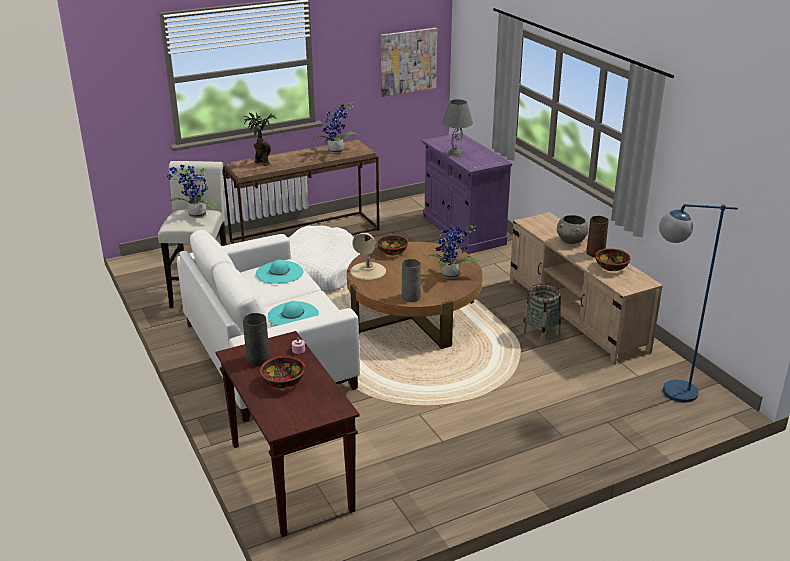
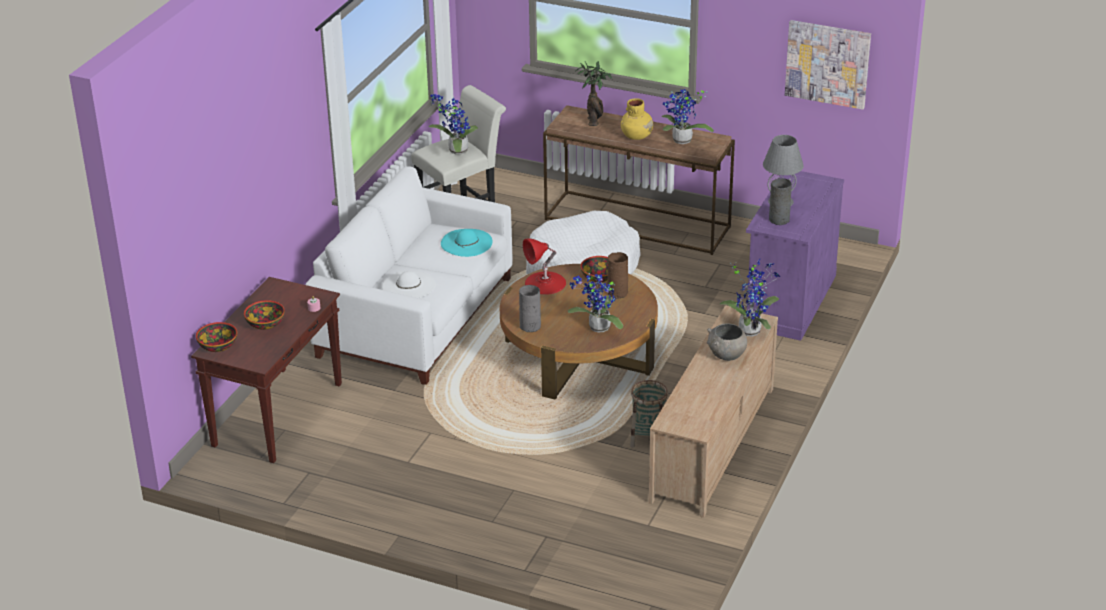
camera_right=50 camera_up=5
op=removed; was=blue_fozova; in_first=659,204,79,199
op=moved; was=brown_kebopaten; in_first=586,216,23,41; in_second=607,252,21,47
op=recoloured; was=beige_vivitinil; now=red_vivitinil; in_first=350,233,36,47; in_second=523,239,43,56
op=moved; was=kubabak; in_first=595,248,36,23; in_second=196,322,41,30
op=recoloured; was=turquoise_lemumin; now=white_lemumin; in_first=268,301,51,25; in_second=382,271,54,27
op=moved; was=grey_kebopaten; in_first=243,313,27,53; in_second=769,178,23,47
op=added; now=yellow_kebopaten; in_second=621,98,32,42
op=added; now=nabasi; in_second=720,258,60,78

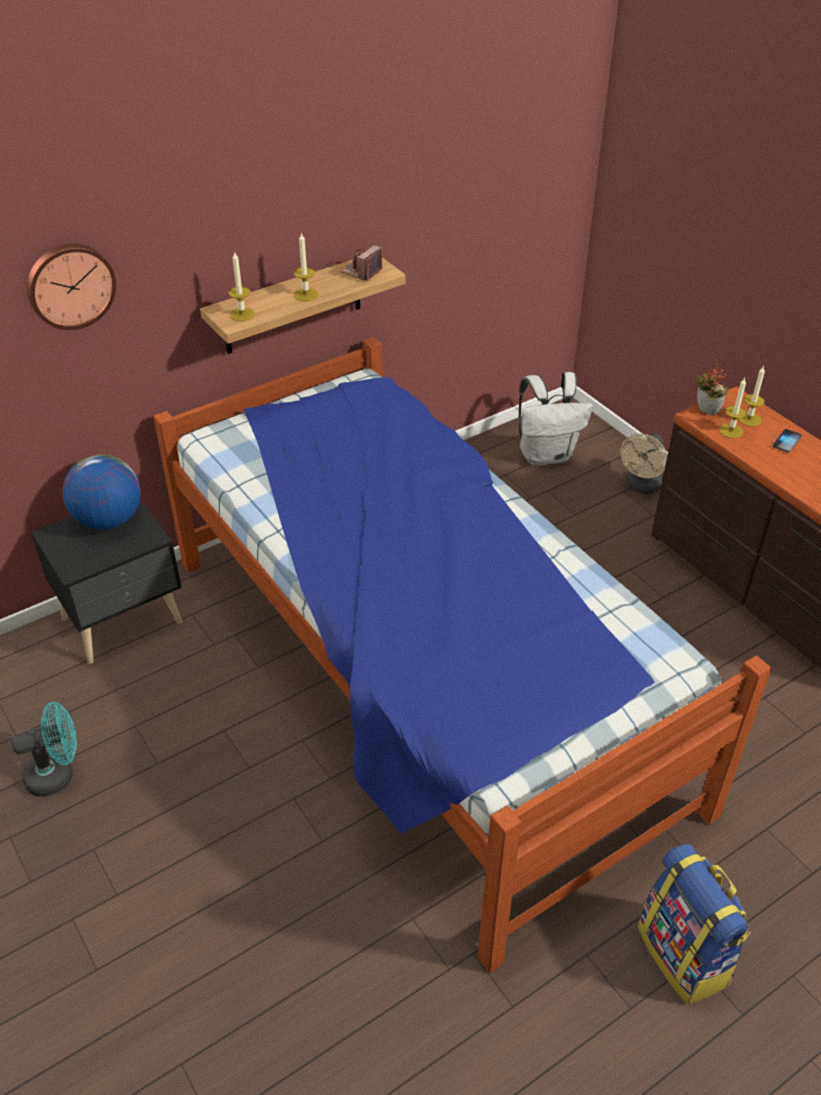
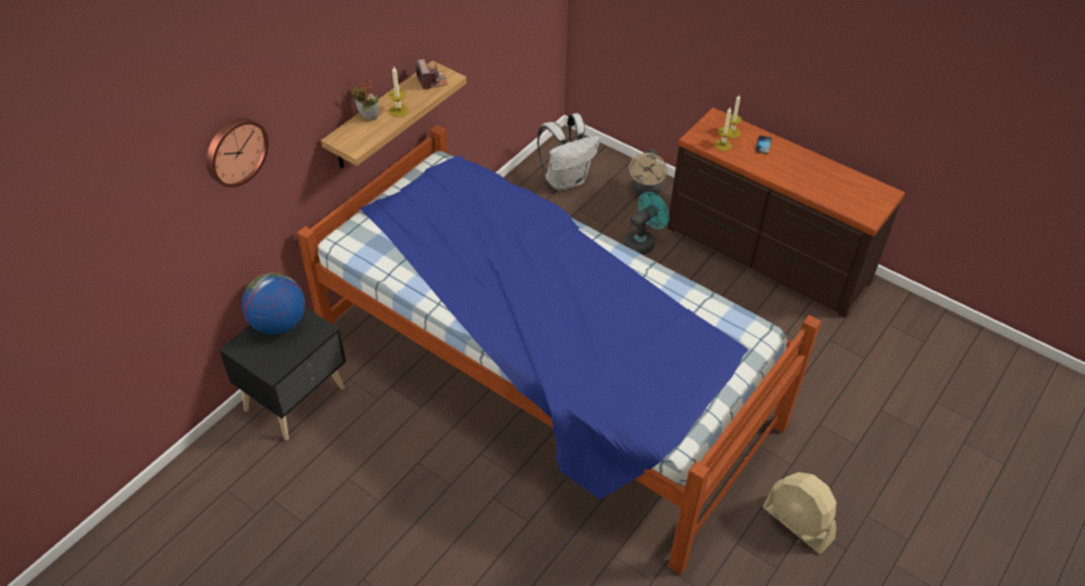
camera_right=-20 camera_up=5
op=turned; was=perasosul; in_first=341,245,41,36; in_second=415,59,33,31; clockwise=150
op=removed; was=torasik; in_first=228,251,27,70
op=moved; was=nabasi; in_first=696,360,32,55; in_second=351,74,28,46
op=moved; was=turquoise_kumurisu; in_first=11,702,66,95; in_second=624,192,45,63
op=replaced; was=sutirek; now=beige_kumurisu; in_first=638,844,112,161; in_second=763,472,74,82

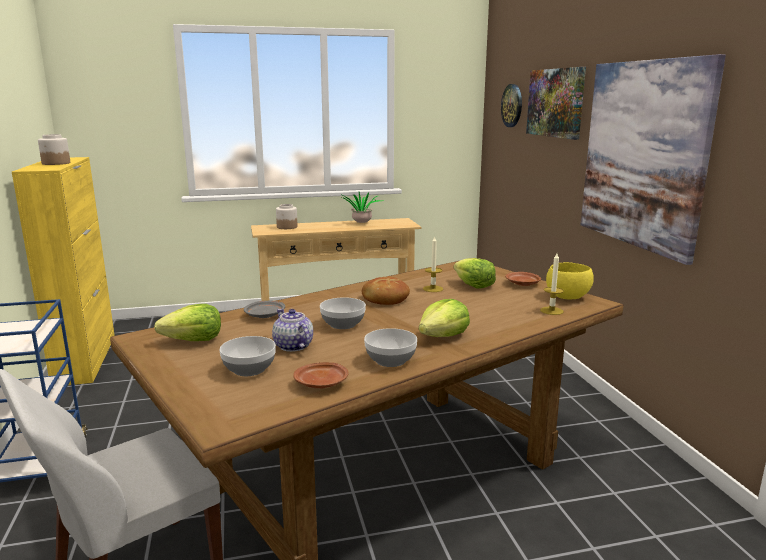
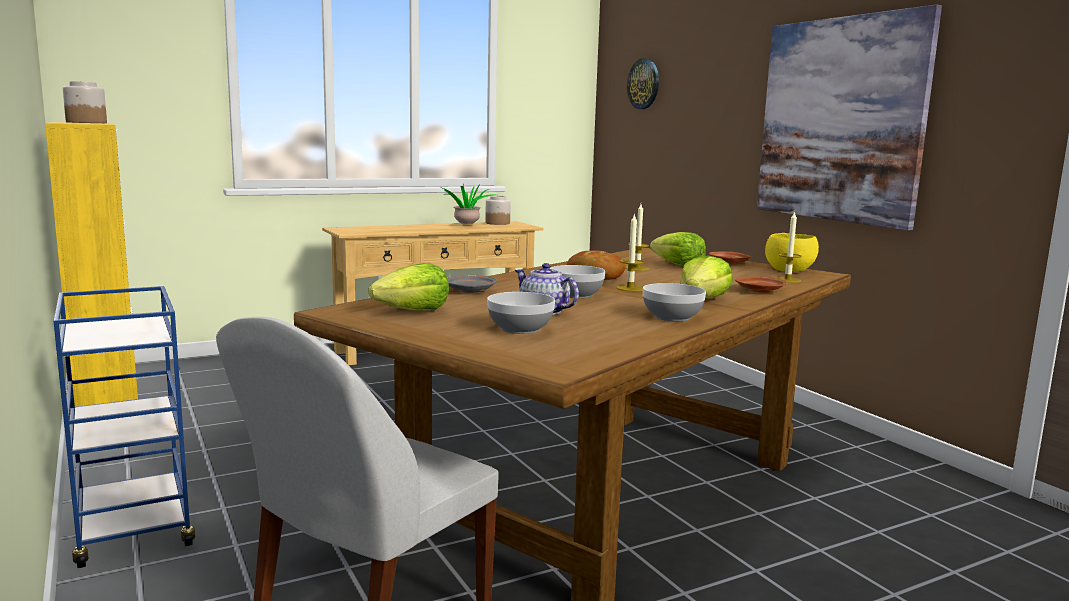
camera_right=-15 camera_up=-5
op=removed; was=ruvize; in_first=526,67,60,73
op=moved; was=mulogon; in_first=276,204,22,25; in_second=485,196,26,29
op=moved; was=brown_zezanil; in_first=293,362,56,26; in_second=735,276,52,17
op=added; now=torasik; in_second=616,213,28,78

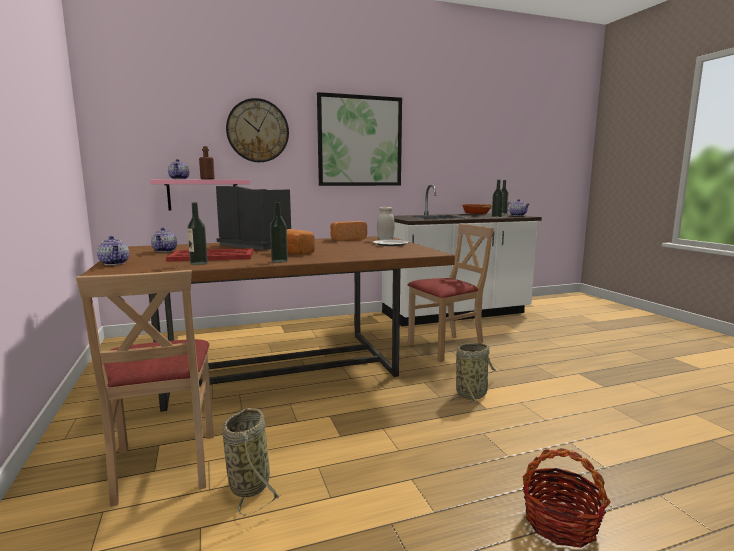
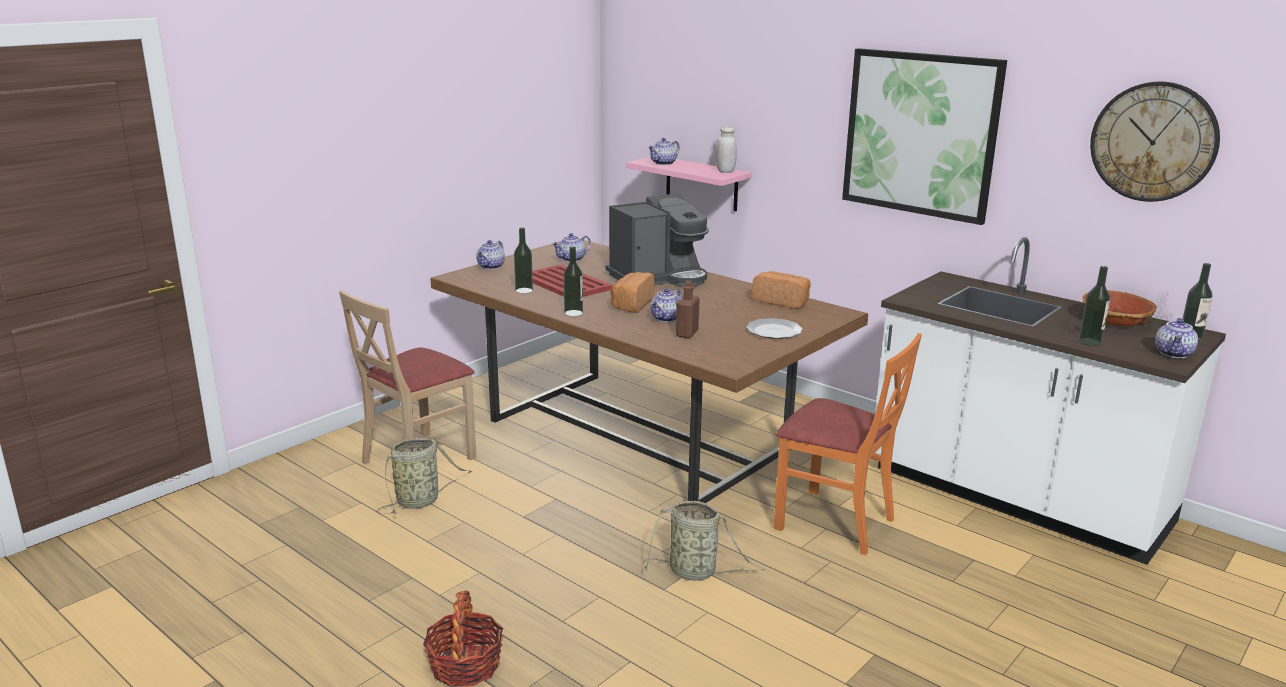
camera_right=60 camera_up=10
op=moved; was=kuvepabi; in_first=226,98,63,64; in_second=1090,81,130,121
op=moved; was=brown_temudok; in_first=199,146,16,33; in_second=676,280,24,58
op=turned; was=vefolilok; in_first=216,186,75,64; in_second=606,193,103,94; clockwise=60
op=moved; was=white_mulogon; in_first=377,207,18,33; in_second=716,126,21,47
op=recoloured; was=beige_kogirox; now=orange_kogirox; in_first=407,224,87,138; in_second=774,333,148,222
op=added; now=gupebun; in_second=651,288,31,34

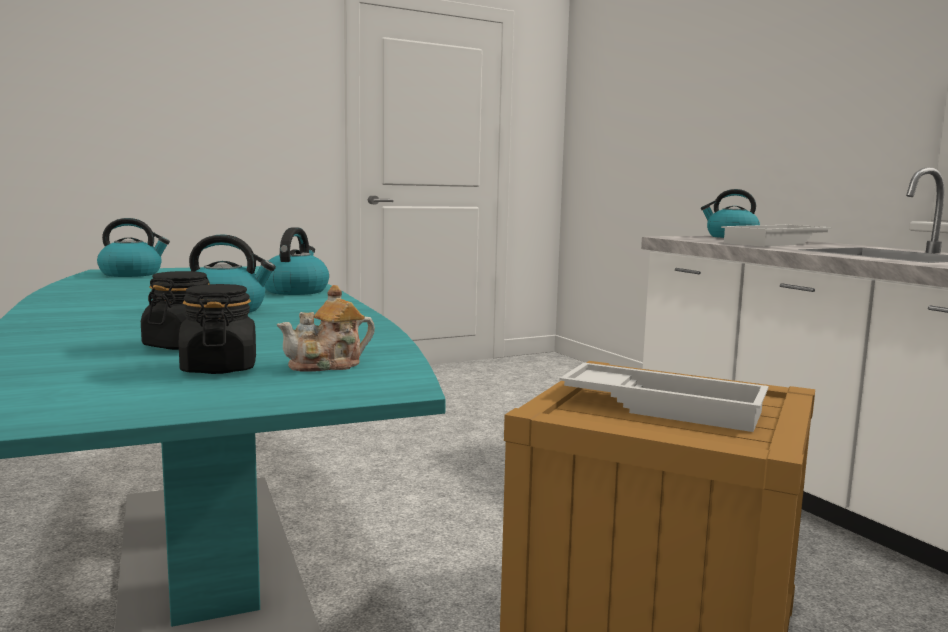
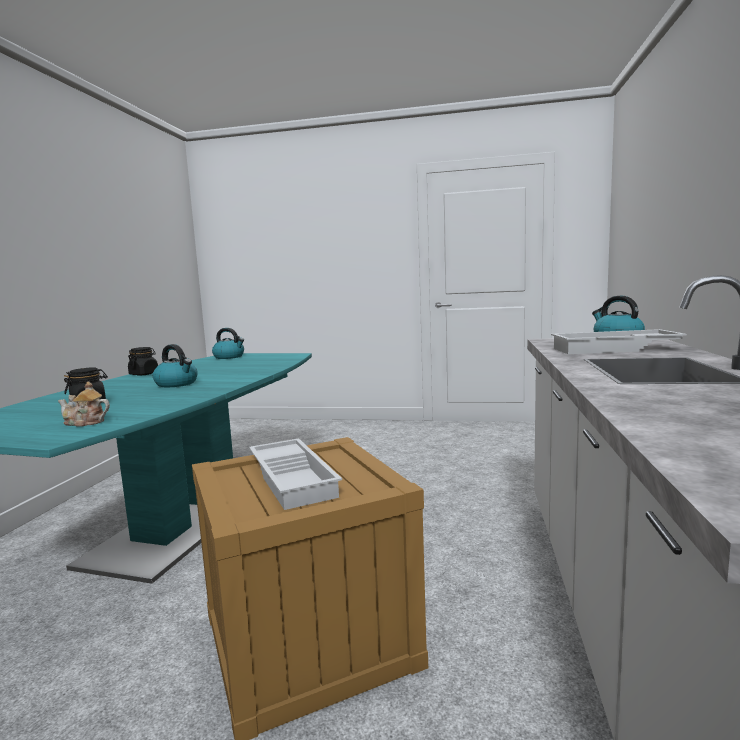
camera_right=40 camera_up=0
op=removed; was=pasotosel; in_first=264,227,65,68
op=moved; was=black_mulogon; in_first=178,284,78,90; in_second=128,347,30,29

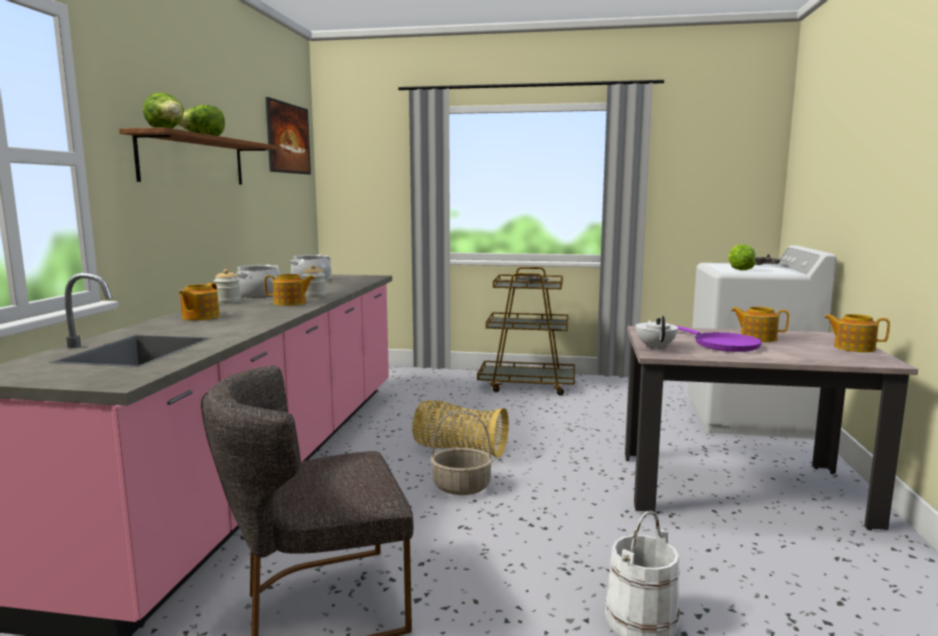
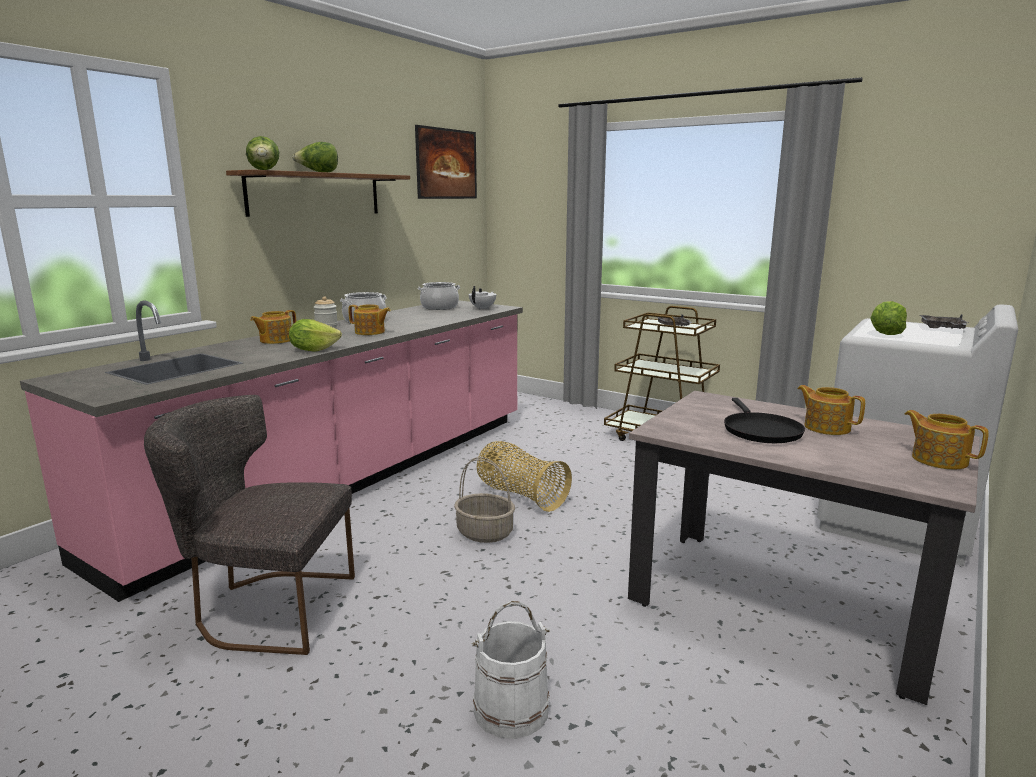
camera_right=25 camera_up=5
op=removed; was=mulogon; in_first=302,265,24,32
op=moved; was=white_gupebun; in_first=635,316,43,34; in_second=469,286,27,24
op=recoloured; was=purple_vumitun; now=black_vumitun; in_first=675,325,87,27; in_second=724,398,81,45
op=added; now=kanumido; in_second=289,319,53,33

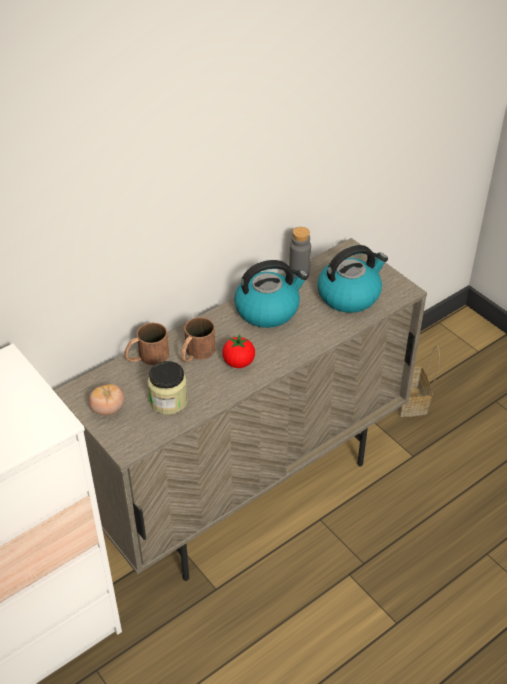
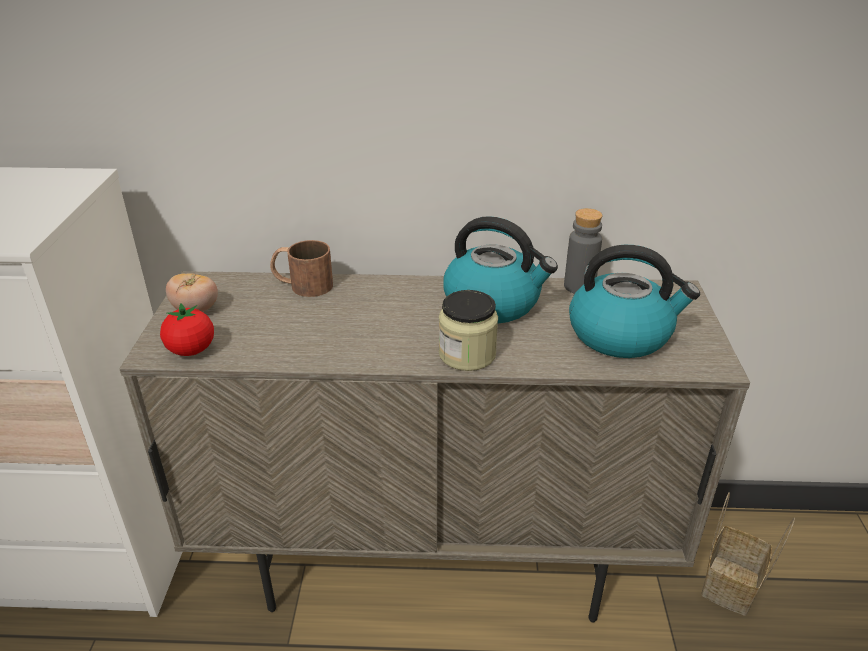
camera_right=40 camera_up=-10
op=removed; was=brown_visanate; in_first=181,317,34,45
op=moved; was=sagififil; in_first=222,334,33,34; in_second=160,303,54,53
op=moved; was=mulogon; in_first=147,361,41,54; in_second=439,290,59,81

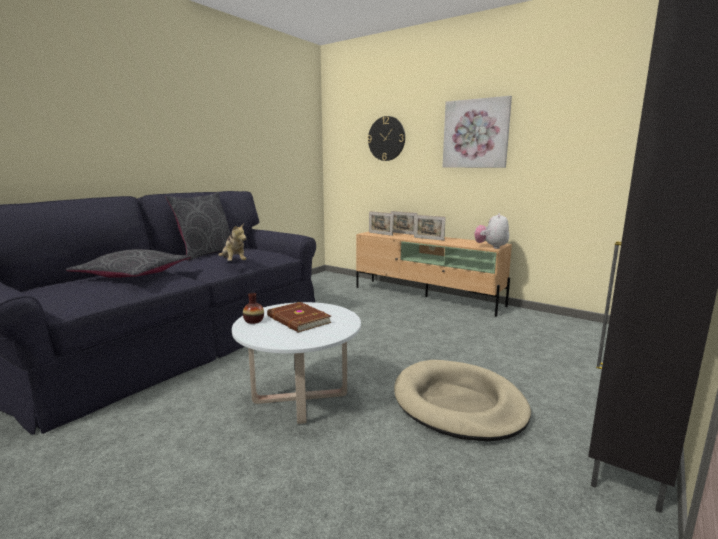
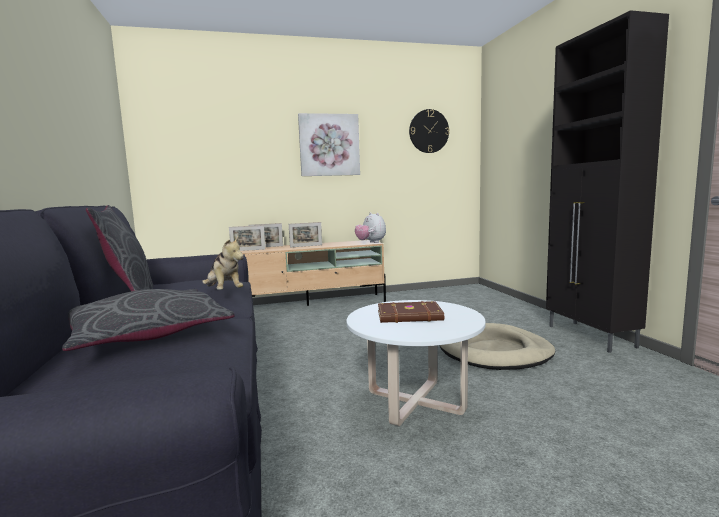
camera_right=-50 camera_up=-5
op=moved; was=kuvepabi; in_first=367,116,38,45; in_second=409,109,41,44
op=turned; was=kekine; in_first=218,223,29,38; in_second=202,237,42,53; clockwise=45
op=removed; was=kebopaten; in_first=243,293,21,31

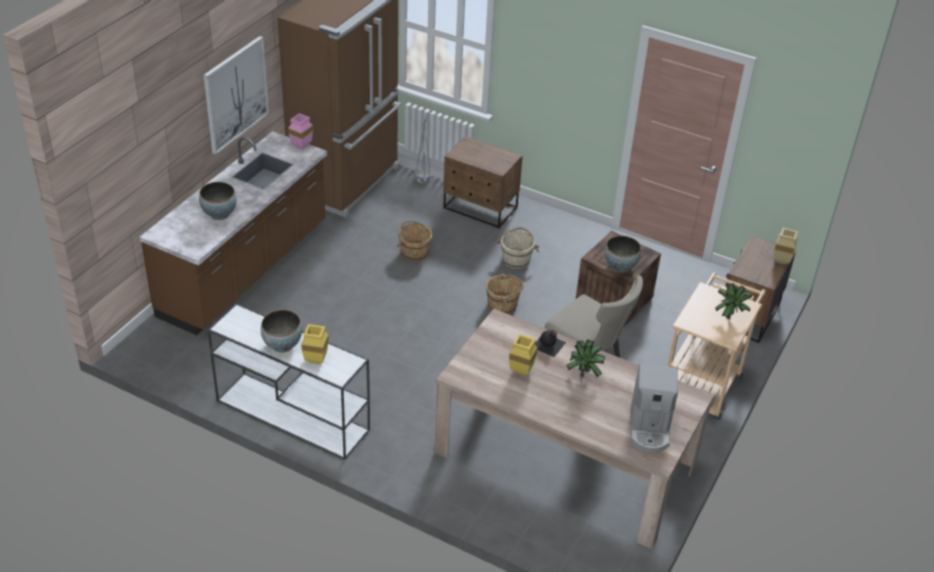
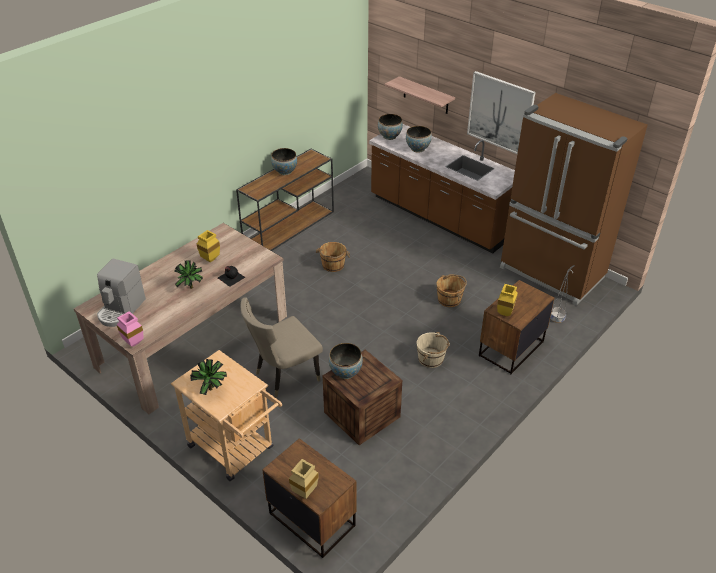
camera_right=105 camera_up=0
op=moved; was=pink_kebopaten; in_first=288,113,25,37; in_second=117,311,27,36
op=moved; was=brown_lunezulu; in_first=486,273,38,41; in_second=316,242,34,30
op=recoloured; was=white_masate; now=brown_masate; in_first=207,303,163,157; in_second=236,149,98,102
op=moved; was=yellow_kebopaten; in_first=301,324,28,40; in_second=497,284,21,32
op=turned; was=vefolilok; in_first=630,363,48,90; in_second=97,258,49,69; clockwise=-90
op=added; now=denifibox; in_second=385,76,70,38
op=added; now=kubabak; in_second=378,114,25,26

